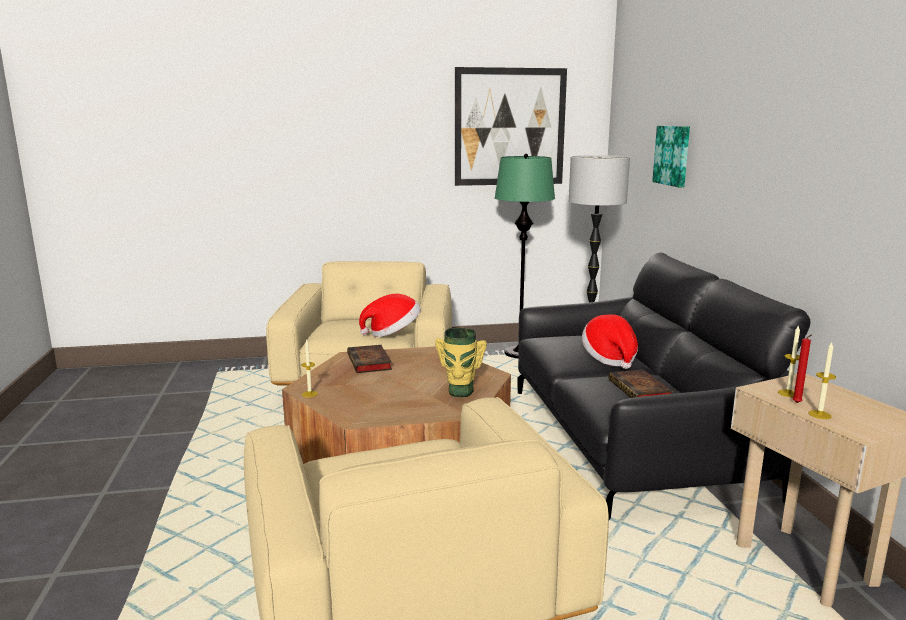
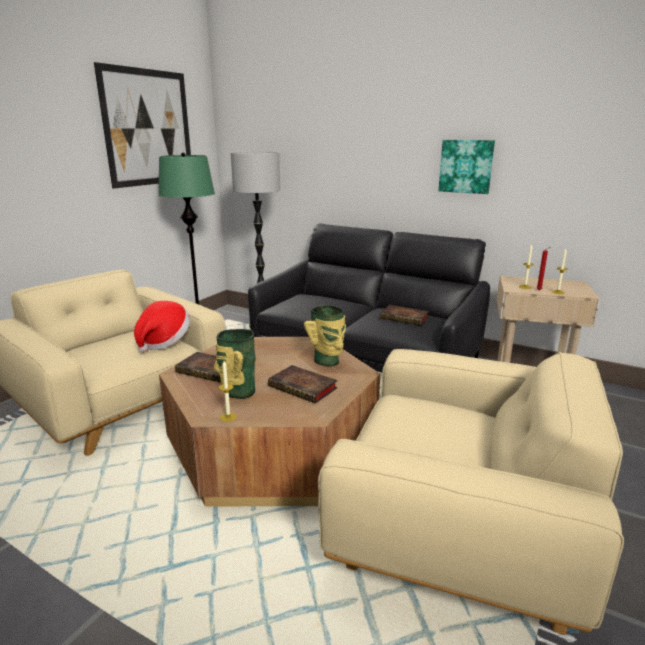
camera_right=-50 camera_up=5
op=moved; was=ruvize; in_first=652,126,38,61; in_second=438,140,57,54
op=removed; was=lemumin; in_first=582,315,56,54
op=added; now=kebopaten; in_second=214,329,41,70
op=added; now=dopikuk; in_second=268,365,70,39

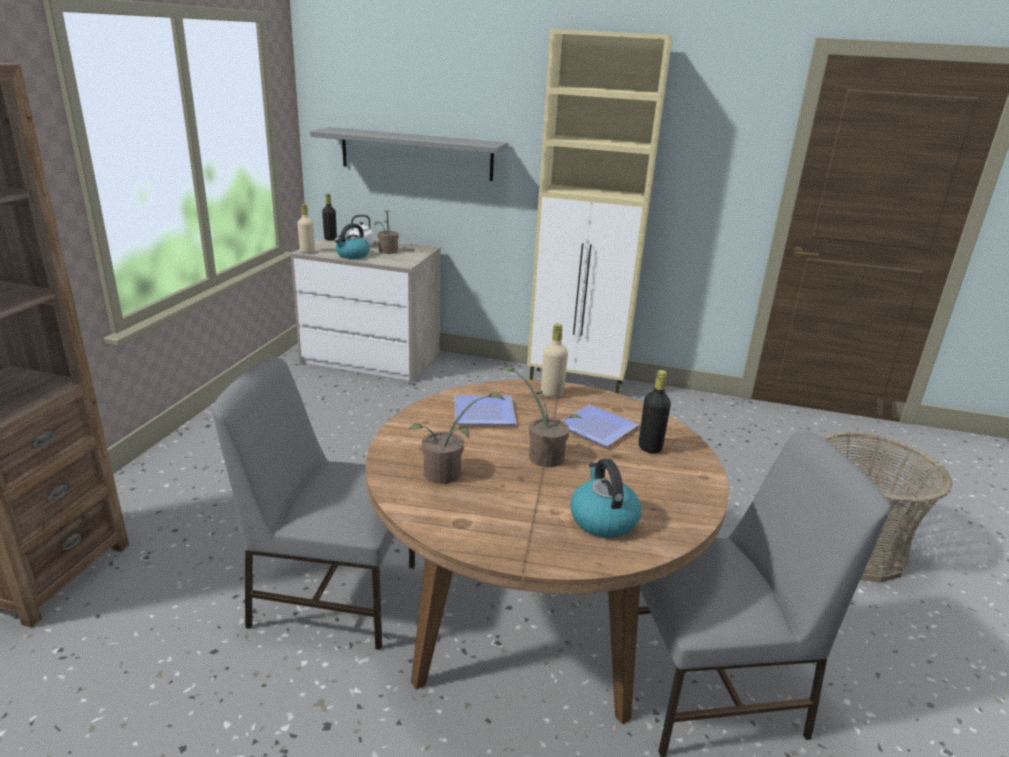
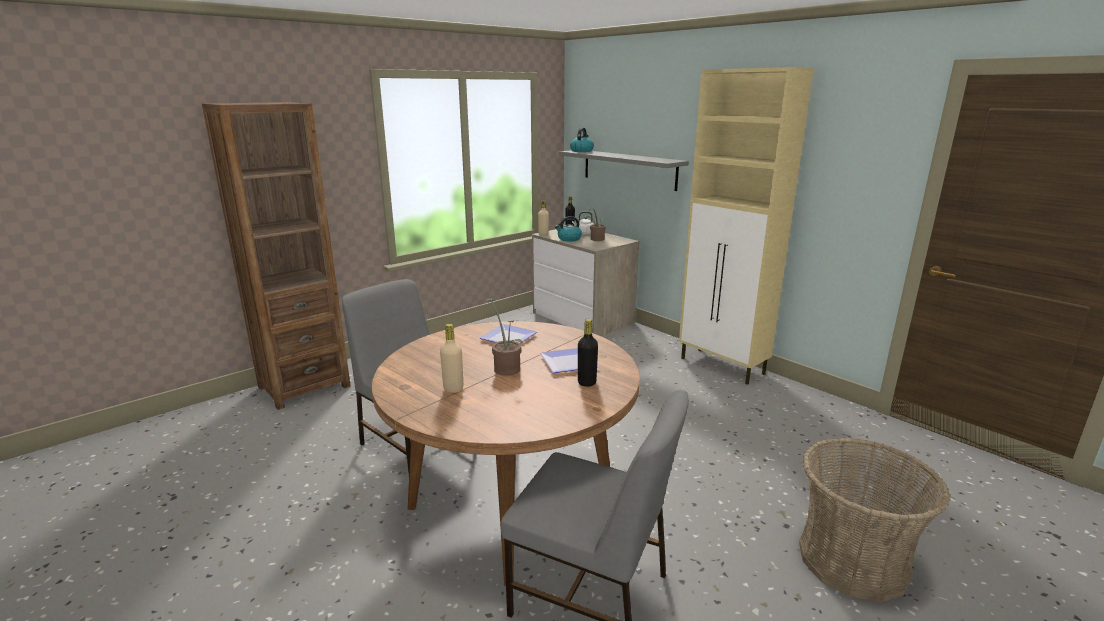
camera_right=35 camera_up=-5
op=moved; was=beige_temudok; in_first=541,324,27,74; in_second=440,324,23,69
op=removed; was=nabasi; in_first=408,392,97,92
op=moved; was=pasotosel; in_first=570,459,71,79; in_second=570,128,24,24

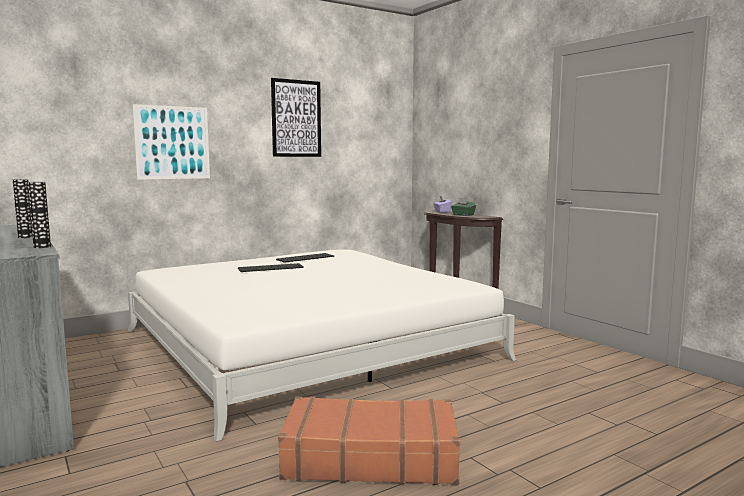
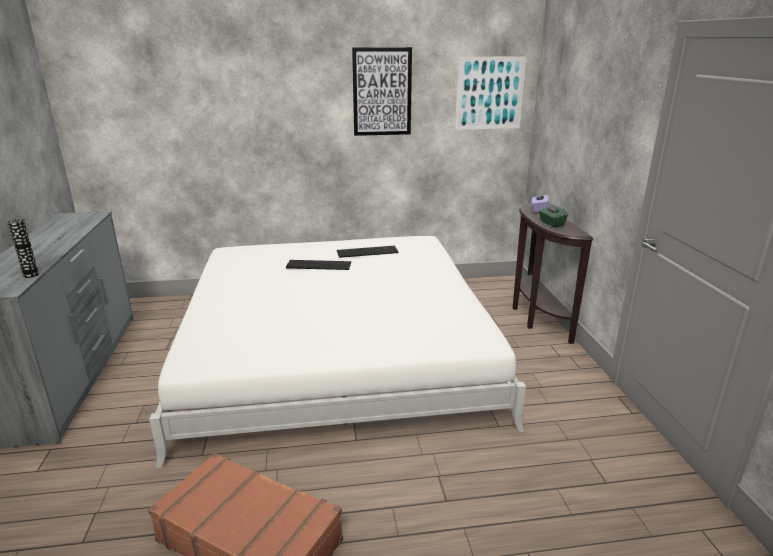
camera_right=25 camera_up=15
op=moved; was=ruvize; in_first=132,104,78,76; in_second=455,56,71,74
op=removed; was=kebopaten; in_first=13,179,20,59

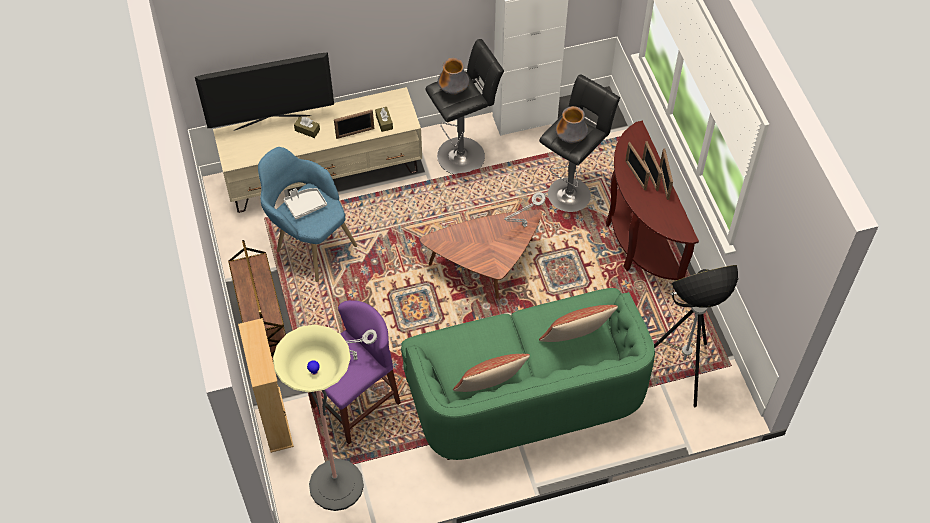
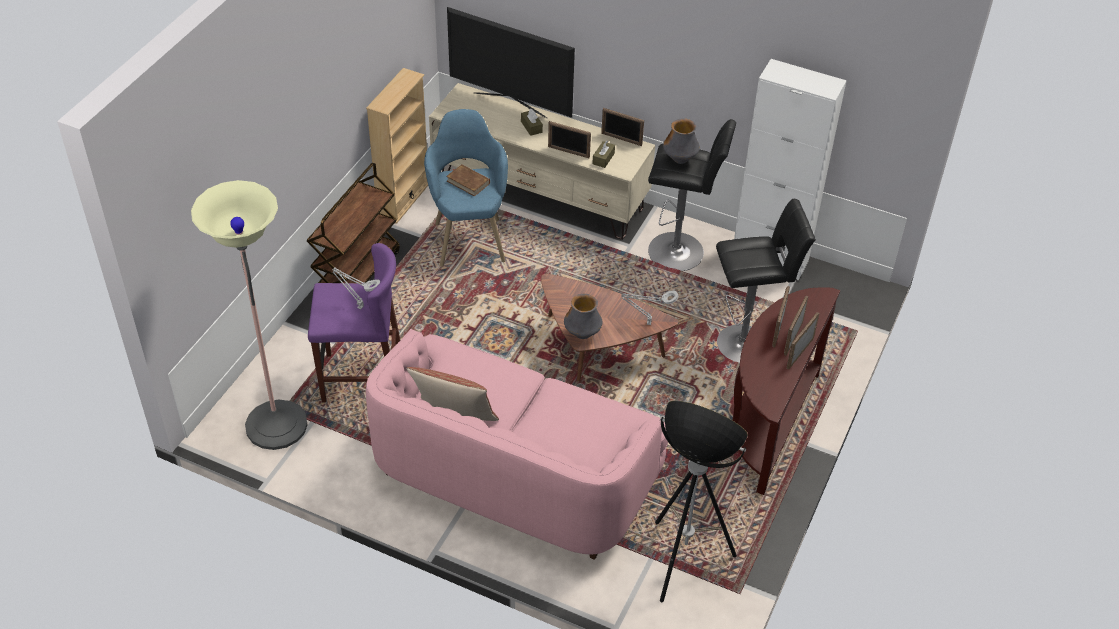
camera_right=40 camera_up=-10
op=moved; was=kebopaten; in_first=556,106,32,38; in_second=564,294,38,45
op=replaced; was=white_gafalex; now=brown_dopikuk; in_first=283,188,44,32; in_second=446,164,44,33
op=recoloured; was=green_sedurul; now=pink_sedurul; in_first=401,288,254,172; in_second=366,329,302,231
op=removed; was=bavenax; in_first=539,305,79,37
op=moved; was=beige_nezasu; in_first=238,318,56,135; in_second=366,68,62,156
op=added; now=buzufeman; in_second=601,108,43,38

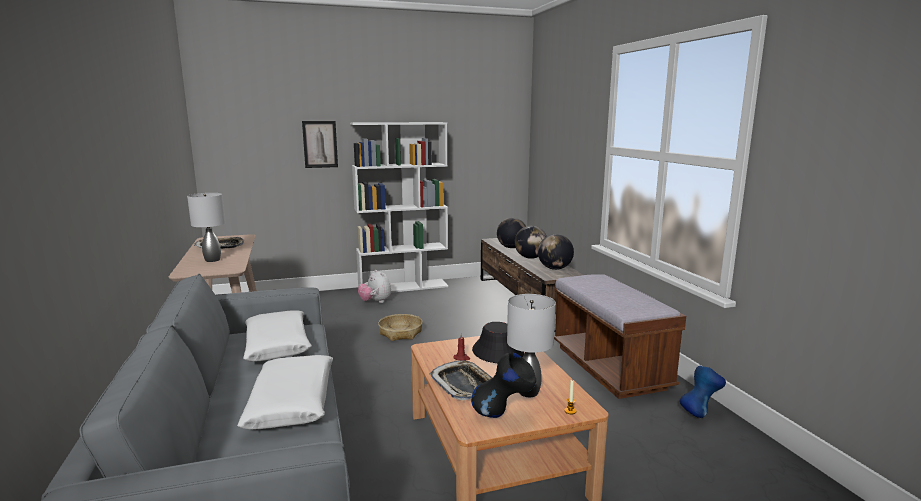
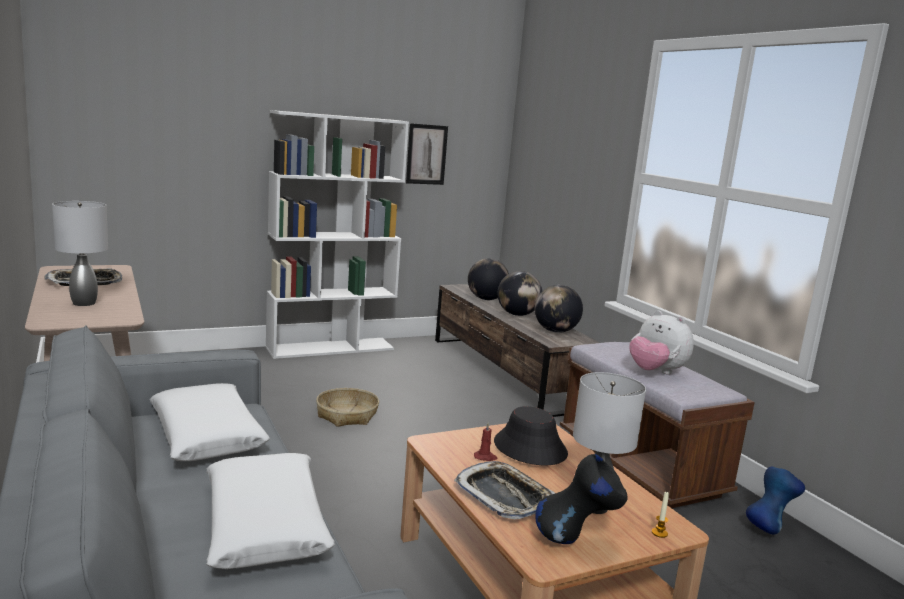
camera_right=-10 camera_up=0
op=moved; was=ruvize; in_first=302,121,36,47; in_second=406,123,42,62
op=moved; was=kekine; in_first=358,270,33,33; in_second=629,310,65,65

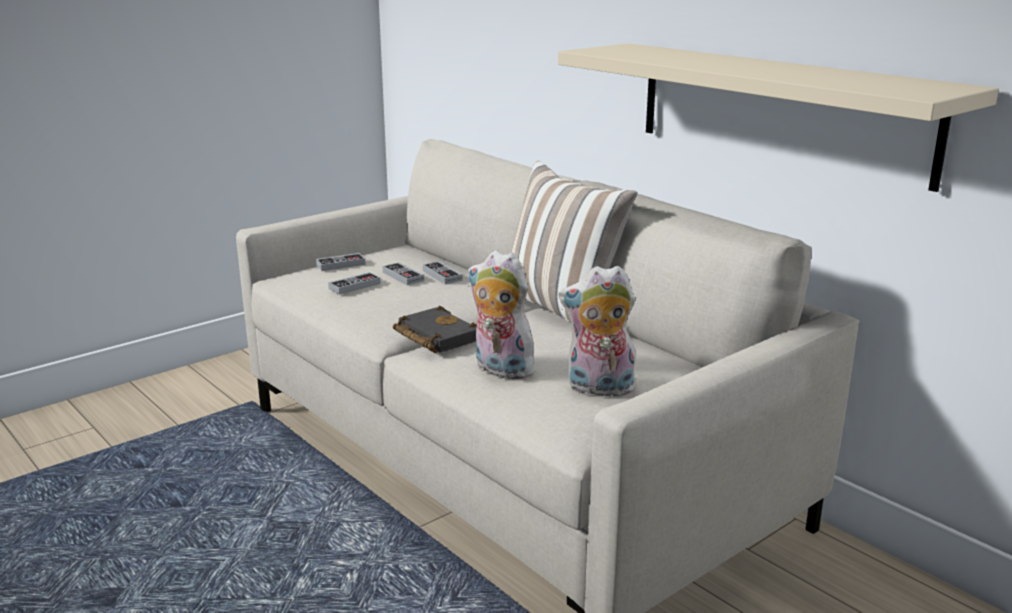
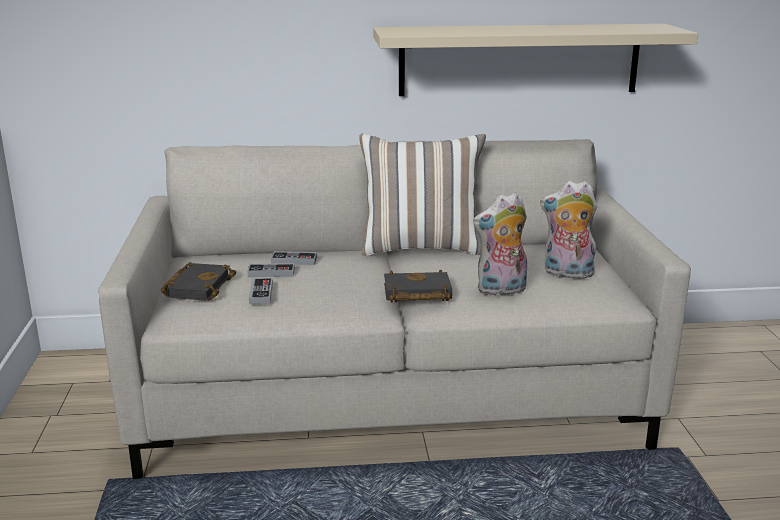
camera_right=-55 camera_up=0
op=replaced; was=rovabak; now=black_dopikuk; in_first=316,253,49,18; in_second=161,262,75,39
op=turned; was=kekine; in_first=559,266,77,134; in_second=540,181,57,98; clockwise=60

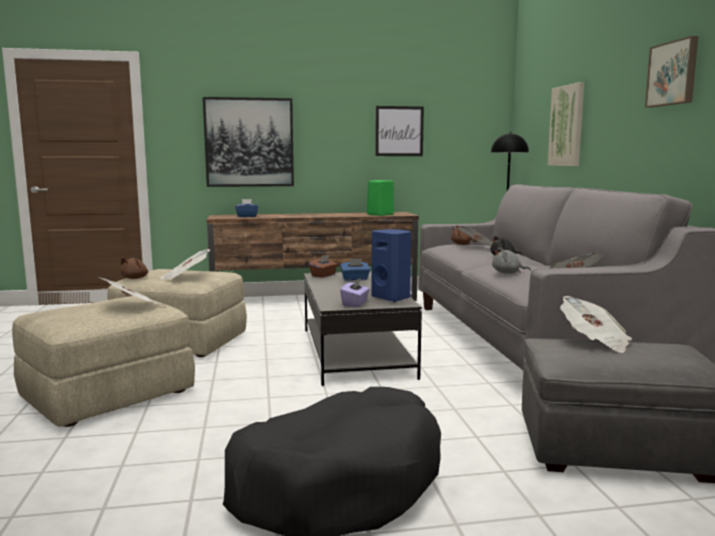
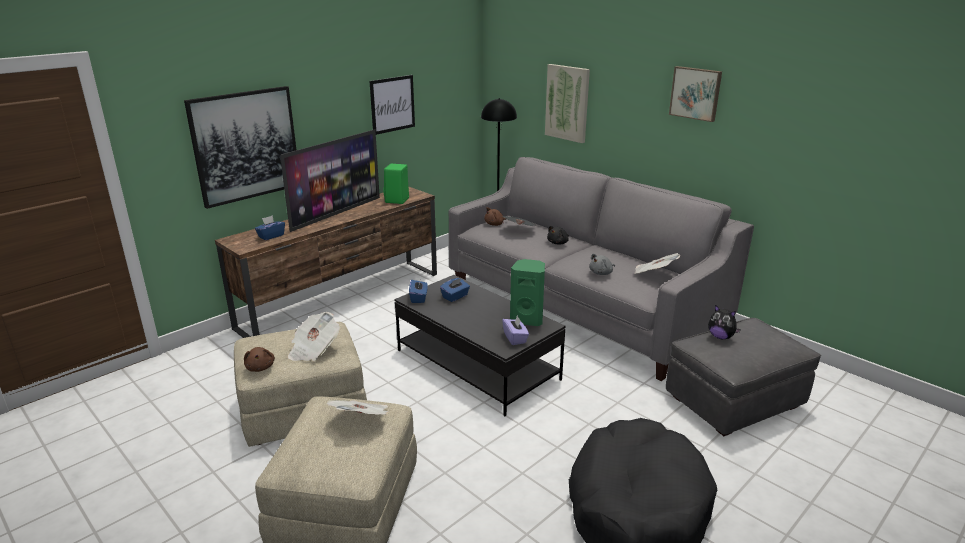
camera_right=-35 camera_up=15
op=recoloured; was=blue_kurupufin; now=green_kurupufin; in_first=371,229,40,73; in_second=510,259,35,67
op=recoloured; was=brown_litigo; now=blue_litigo; in_first=309,255,29,23; in_second=409,277,19,26
op=replaced; was=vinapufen; now=kekine; in_first=560,296,72,57; in_second=708,305,33,34
op=added; now=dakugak; in_second=280,129,100,103

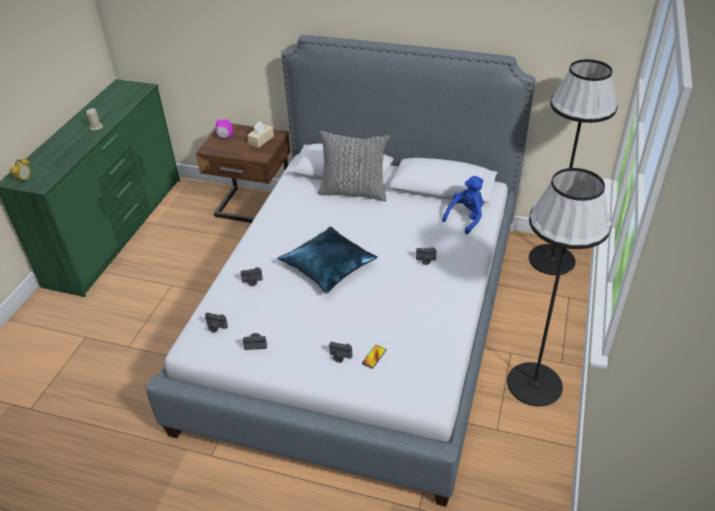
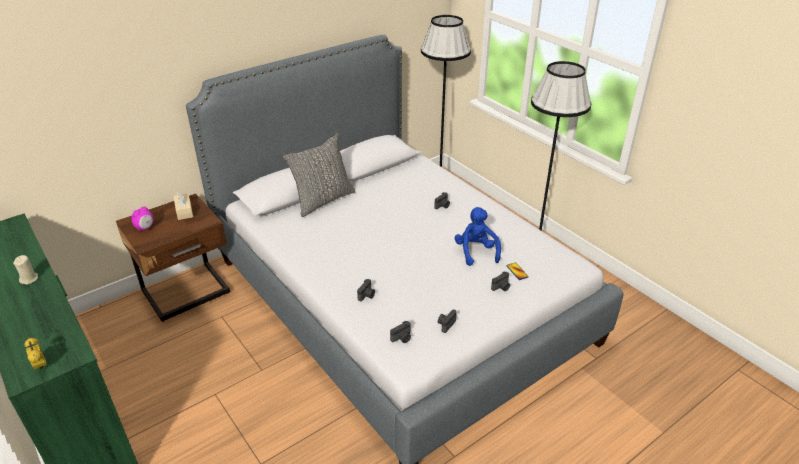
camera_right=-55 camera_up=-5
op=moved; was=blue_kekine; in_first=442,176,42,58; in_second=455,207,46,59
op=removed; was=blue_bavenax; in_first=278,227,100,67

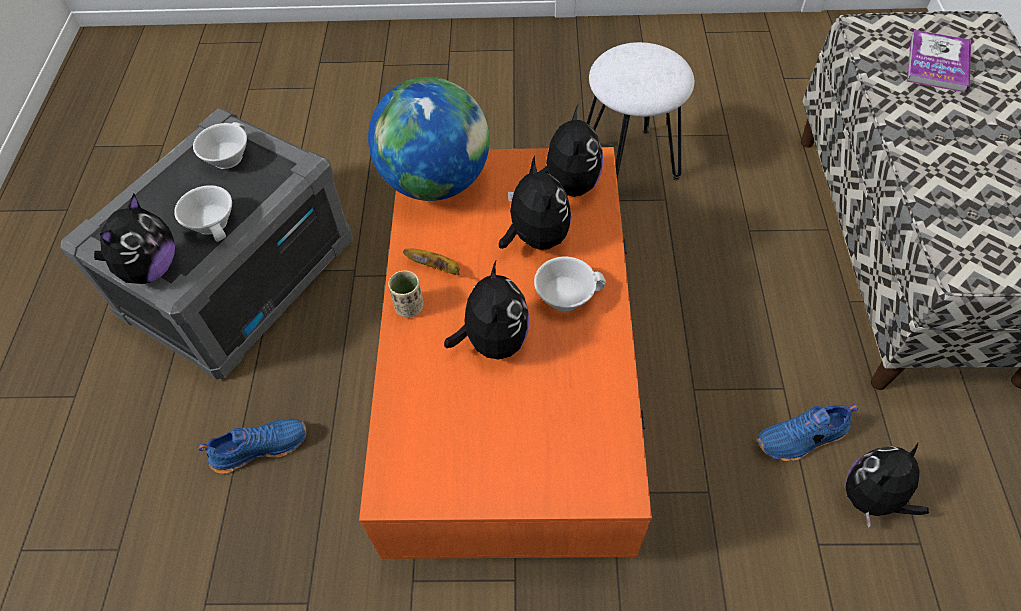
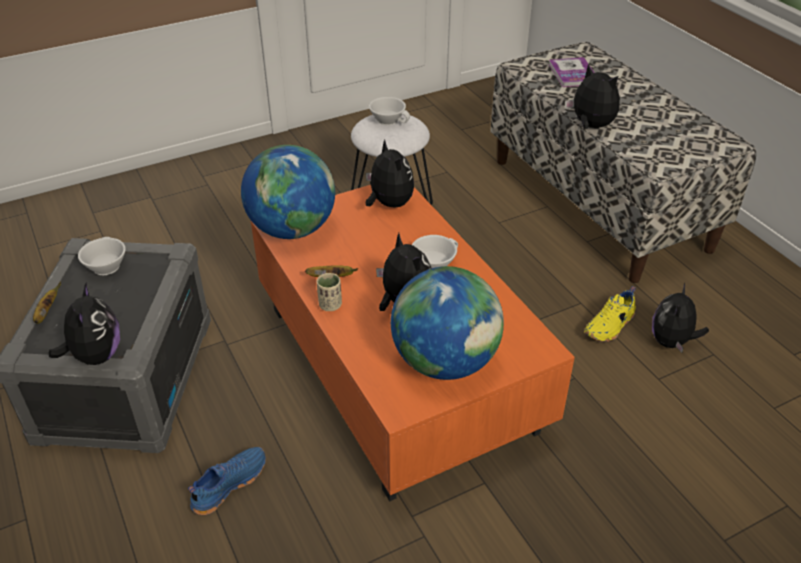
camera_right=-30 camera_up=-15
op=moved; was=kekine; in_first=499,156,72,94; in_second=565,64,55,65
op=moved; was=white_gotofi; in_first=174,185,58,57; in_second=369,97,41,28
op=recoloured; was=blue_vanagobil; now=yellow_vanagobil; in_first=756,404,102,58; in_second=584,286,52,56
op=added; now=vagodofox; in_second=391,266,113,114
op=added; now=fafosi; in_second=33,282,28,42

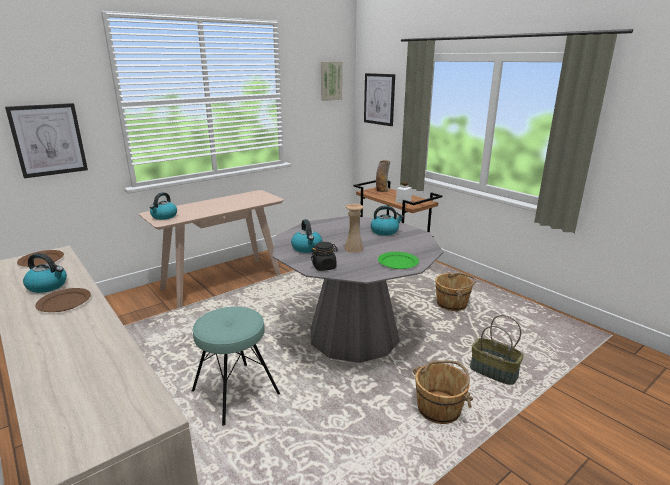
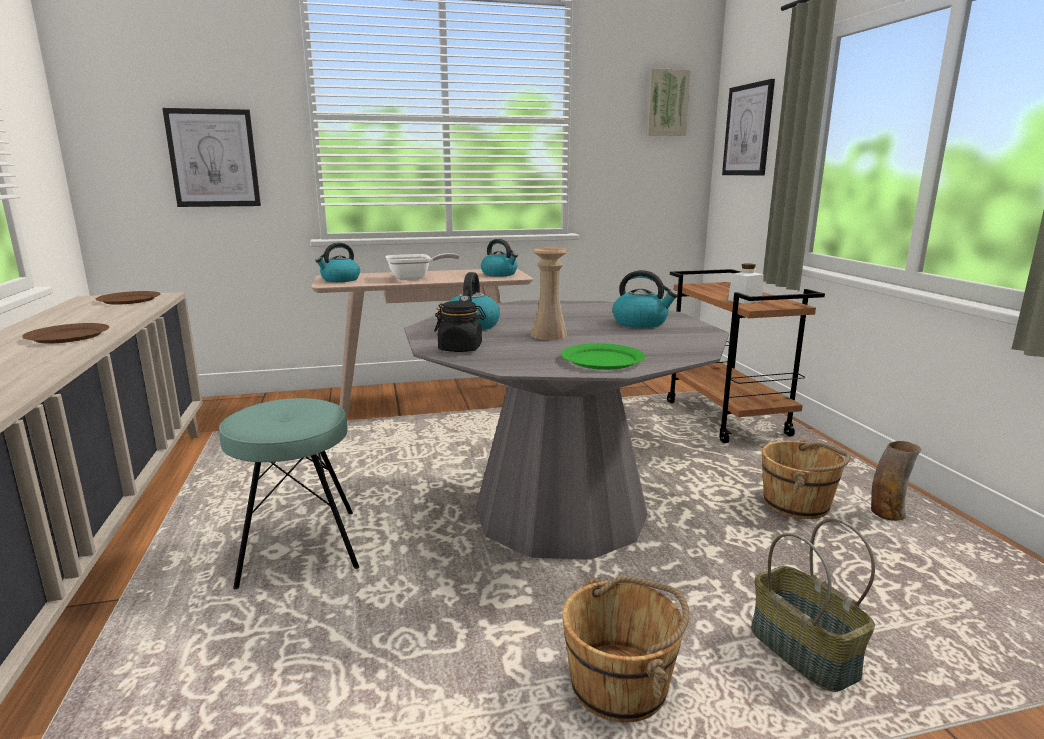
camera_right=25 camera_up=-5
op=moved; was=kebopaten; in_first=376,160,15,32; in_second=871,441,50,80
op=moved; was=pasotosel; in_first=23,253,44,40; in_second=481,239,37,38
op=added; now=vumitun; in_second=385,253,74,27

